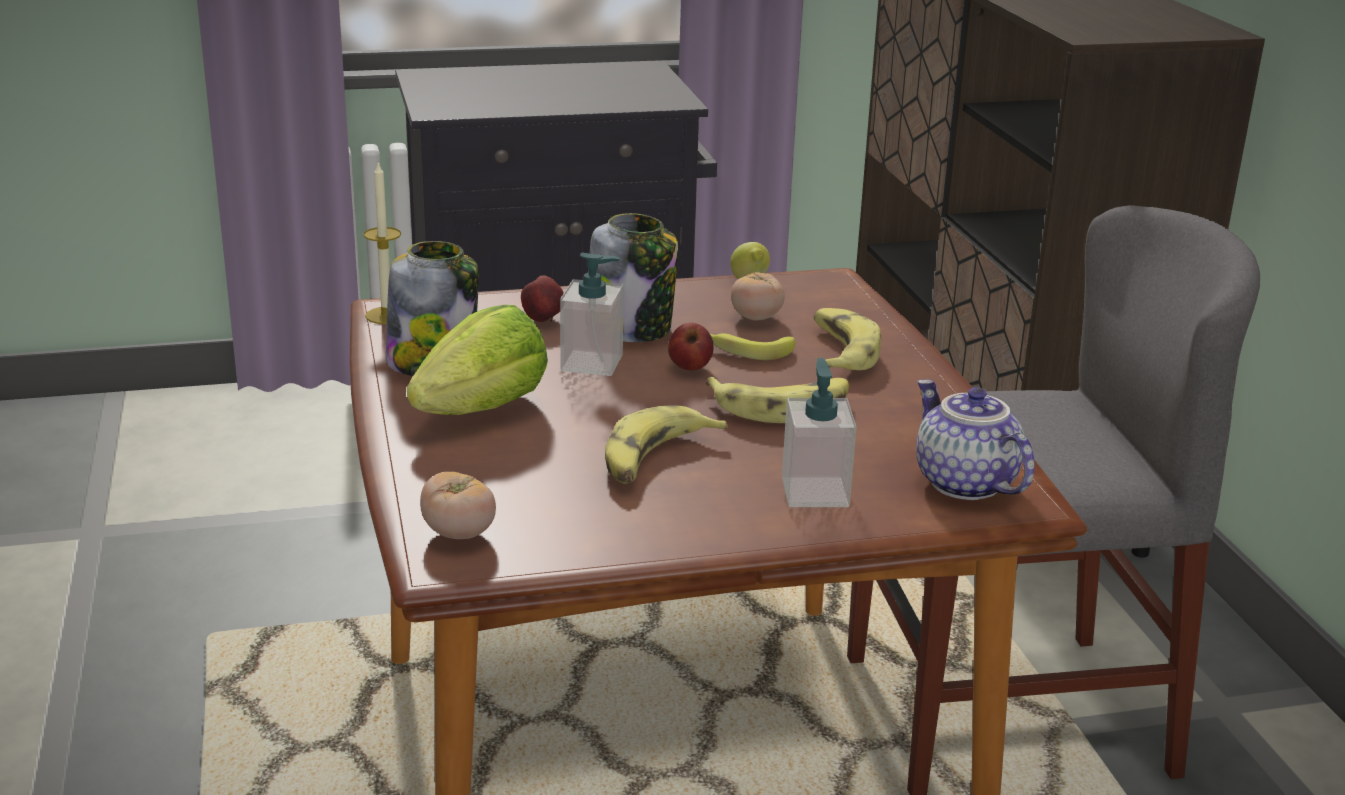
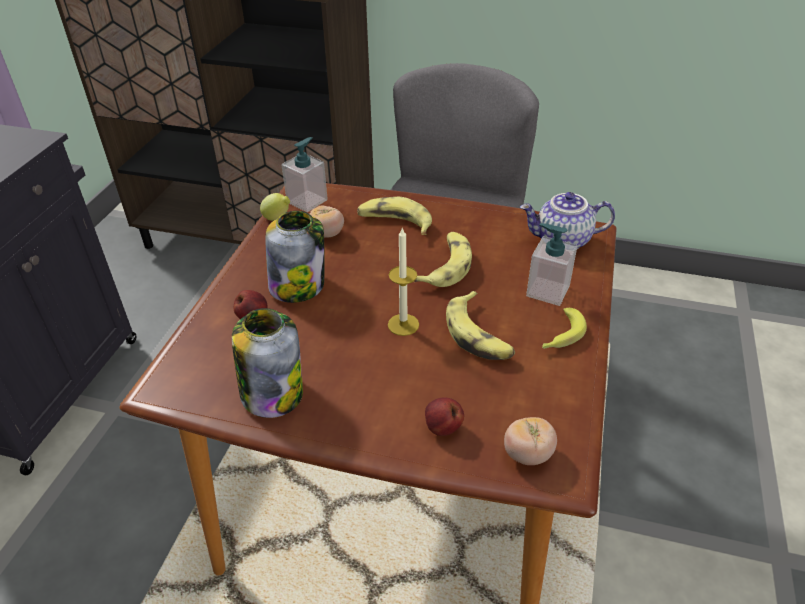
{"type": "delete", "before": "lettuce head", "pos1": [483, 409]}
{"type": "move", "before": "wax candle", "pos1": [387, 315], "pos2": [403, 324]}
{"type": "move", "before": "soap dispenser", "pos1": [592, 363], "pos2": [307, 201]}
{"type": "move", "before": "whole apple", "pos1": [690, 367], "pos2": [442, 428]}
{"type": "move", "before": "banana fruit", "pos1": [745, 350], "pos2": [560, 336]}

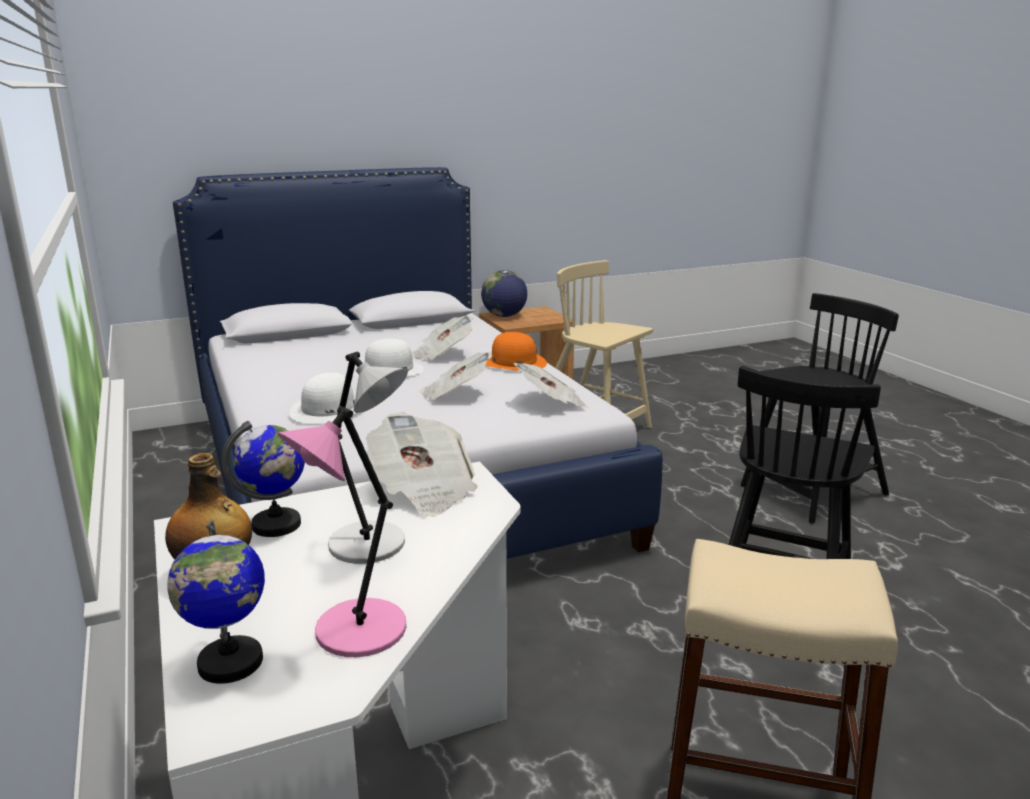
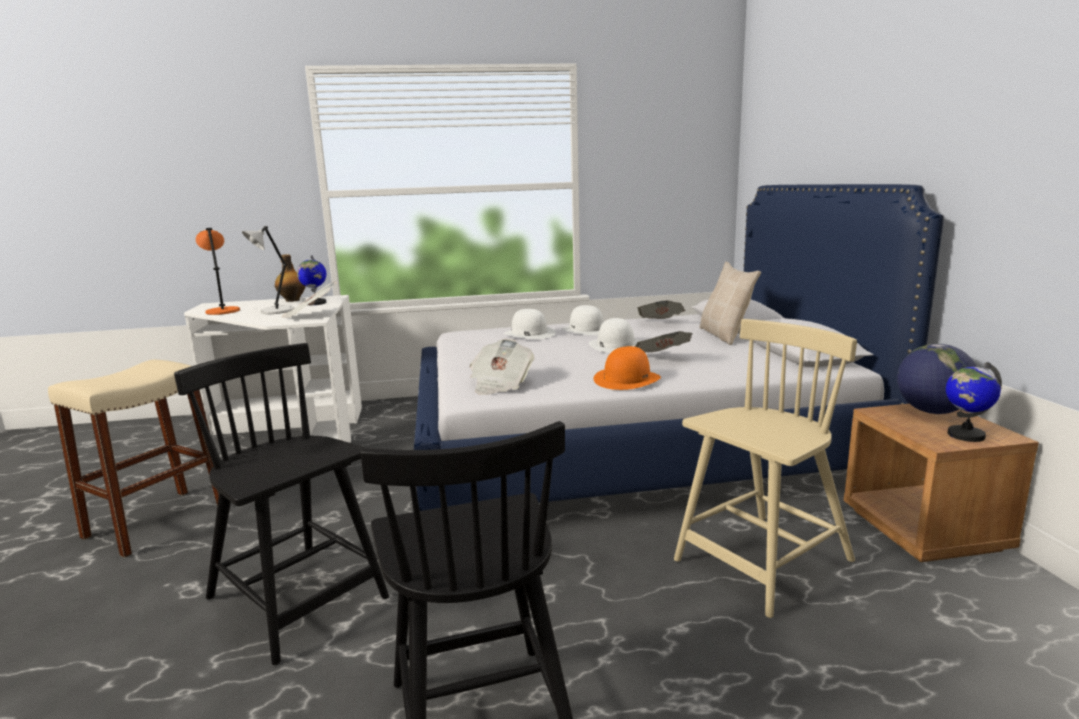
{"type": "insert", "after": "white-coloured wearable hat", "pos2": [587, 329]}
{"type": "insert", "after": "beige-coloured cushion", "pos2": [725, 335]}
{"type": "move", "before": "world globe", "pos1": [229, 663], "pos2": [965, 435]}
{"type": "move", "before": "newspaper", "pos1": [455, 394], "pos2": [660, 323]}
{"type": "recolor", "before": "pinkish lamp for a table", "after": "orange-coloured lamp for a table", "pos1": [356, 632], "pos2": [222, 311]}

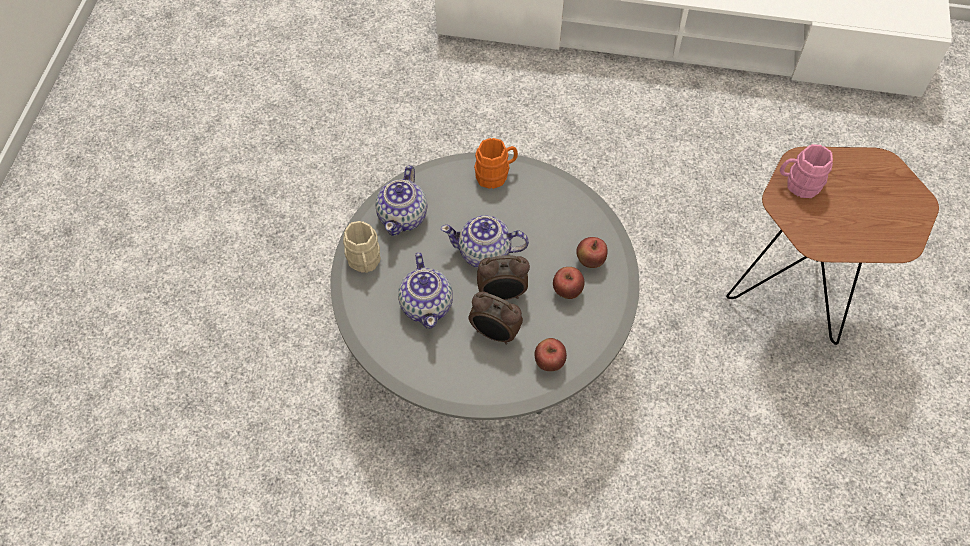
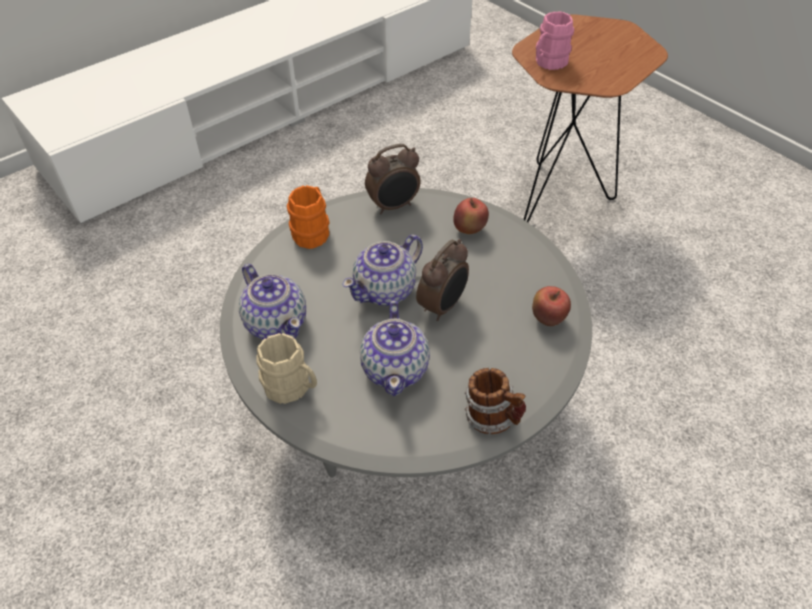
{"type": "delete", "before": "whole apple", "pos1": [567, 291]}
{"type": "insert", "after": "mug", "pos2": [492, 418]}
{"type": "move", "before": "bedside clock", "pos1": [495, 334], "pos2": [394, 206]}
{"type": "rotate", "before": "tea pot", "pos1": [427, 304], "pos2": [395, 368], "turn": 60}

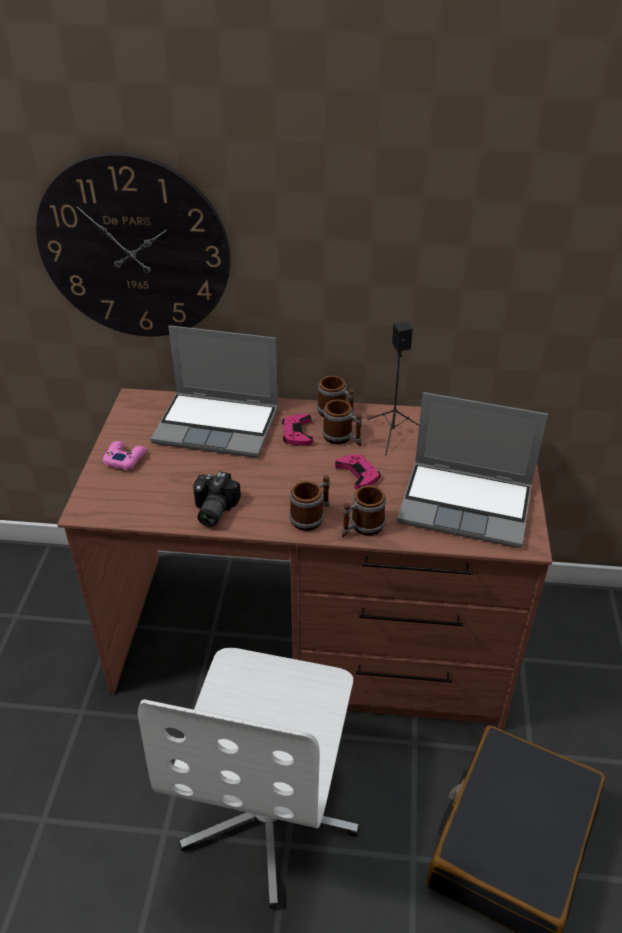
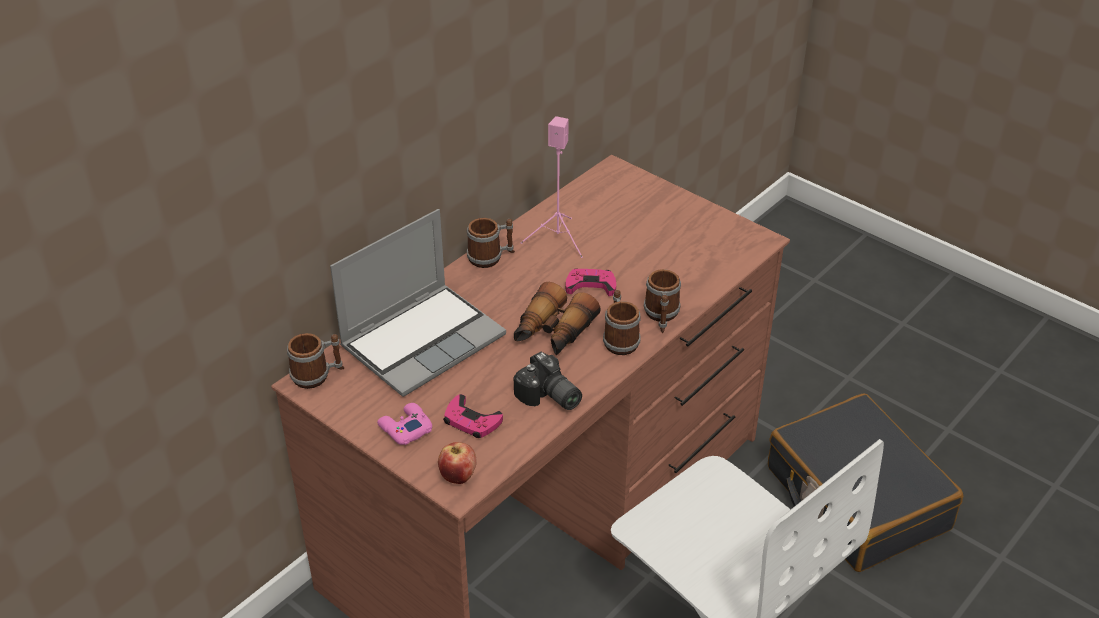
{"type": "delete", "before": "hanging clock", "pos1": [134, 249]}
{"type": "delete", "before": "notebook computer", "pos1": [467, 504]}
{"type": "insert", "after": "whole apple", "pos2": [458, 476]}
{"type": "insert", "after": "field glasses", "pos2": [553, 332]}
{"type": "move", "before": "pinkish joypad", "pos1": [297, 433], "pos2": [471, 421]}
{"type": "move", "before": "mug", "pos1": [342, 438], "pos2": [317, 375]}
{"type": "recolor", "before": "blackish speaker", "after": "pinkish speaker", "pos1": [393, 434], "pos2": [558, 239]}

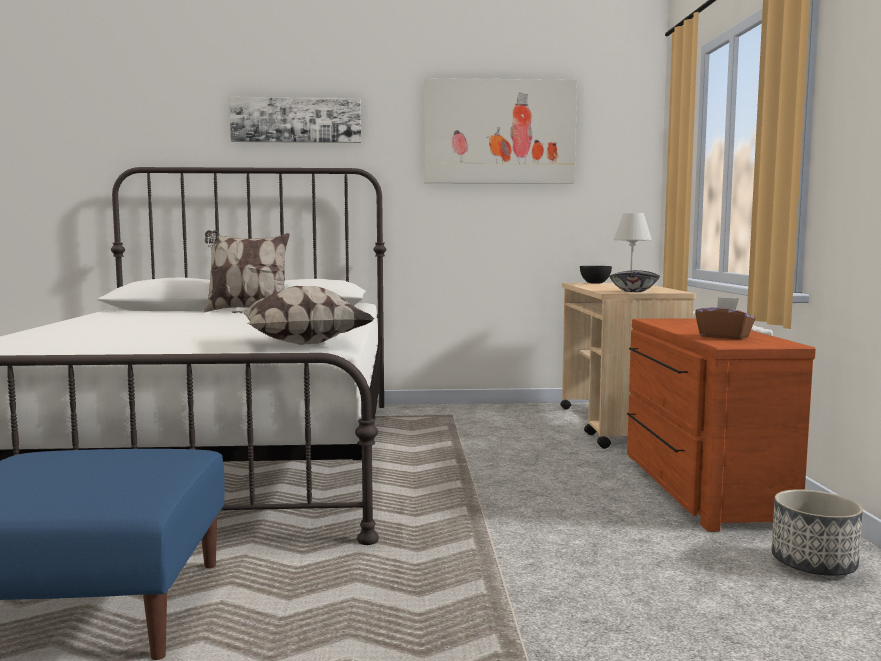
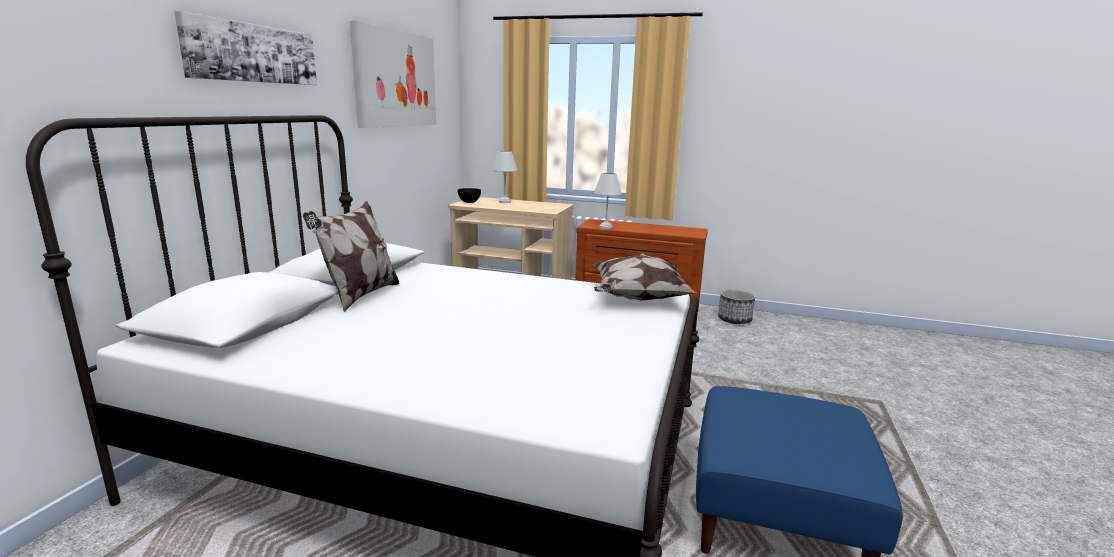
{"type": "delete", "before": "deep dish", "pos1": [633, 291]}
{"type": "delete", "before": "brown-coloured tissue holder", "pos1": [724, 337]}
{"type": "insert", "after": "white-coloured lamp for a table", "pos2": [605, 227]}

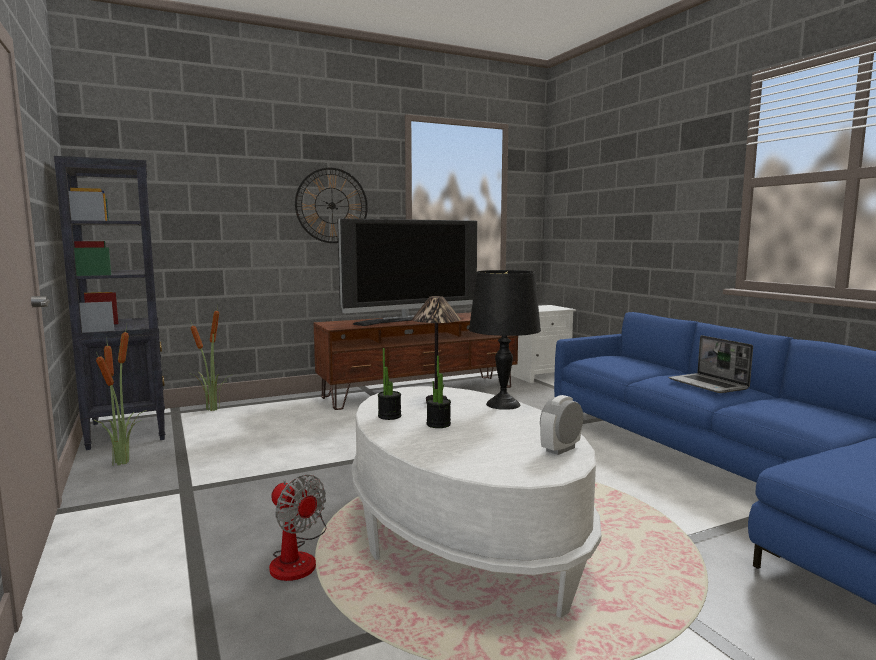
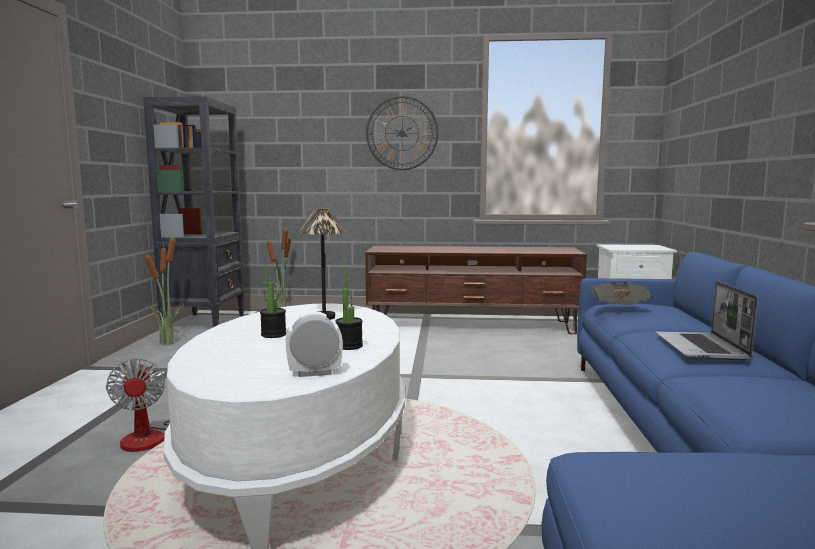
{"type": "delete", "before": "TV set", "pos1": [408, 320]}
{"type": "delete", "before": "blackish lamp for a table", "pos1": [503, 404]}
{"type": "insert", "after": "newspaper", "pos2": [620, 310]}
{"type": "move", "before": "plant in a pot", "pos1": [389, 416], "pos2": [349, 346]}

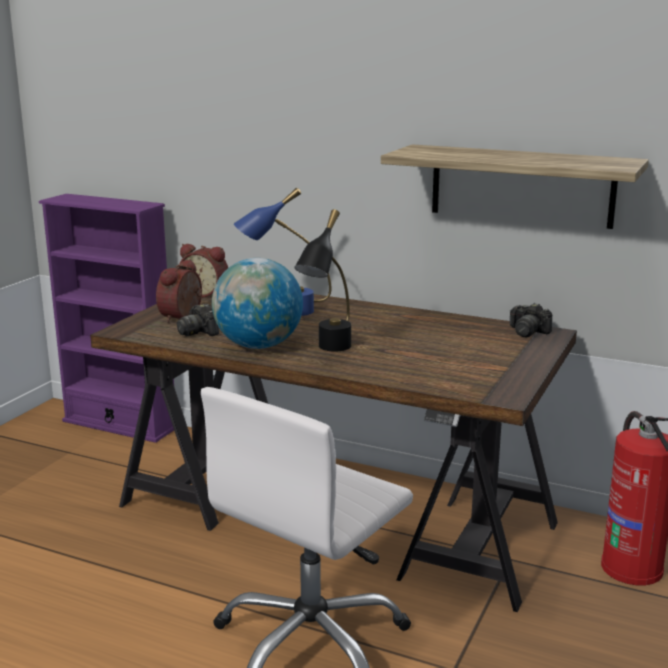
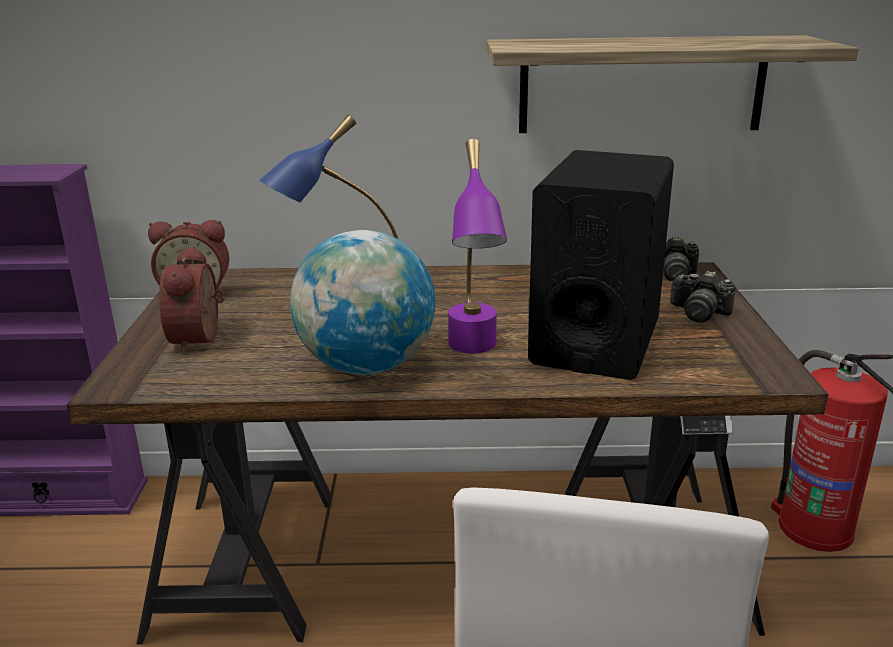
{"type": "insert", "after": "blackish speaker", "pos2": [595, 341]}
{"type": "move", "before": "still camera", "pos1": [198, 332], "pos2": [699, 313]}
{"type": "recolor", "before": "blackish lamp for a table", "after": "purple-coloured lamp for a table", "pos1": [328, 351], "pos2": [474, 353]}

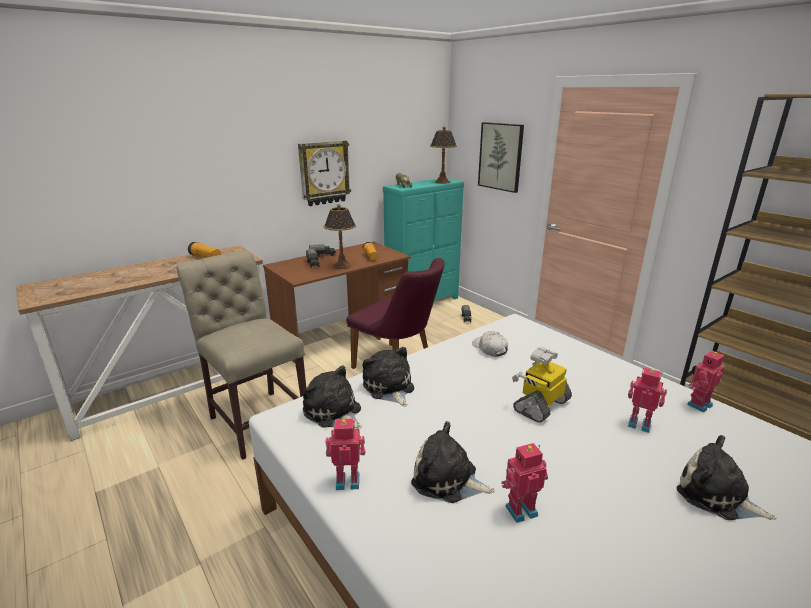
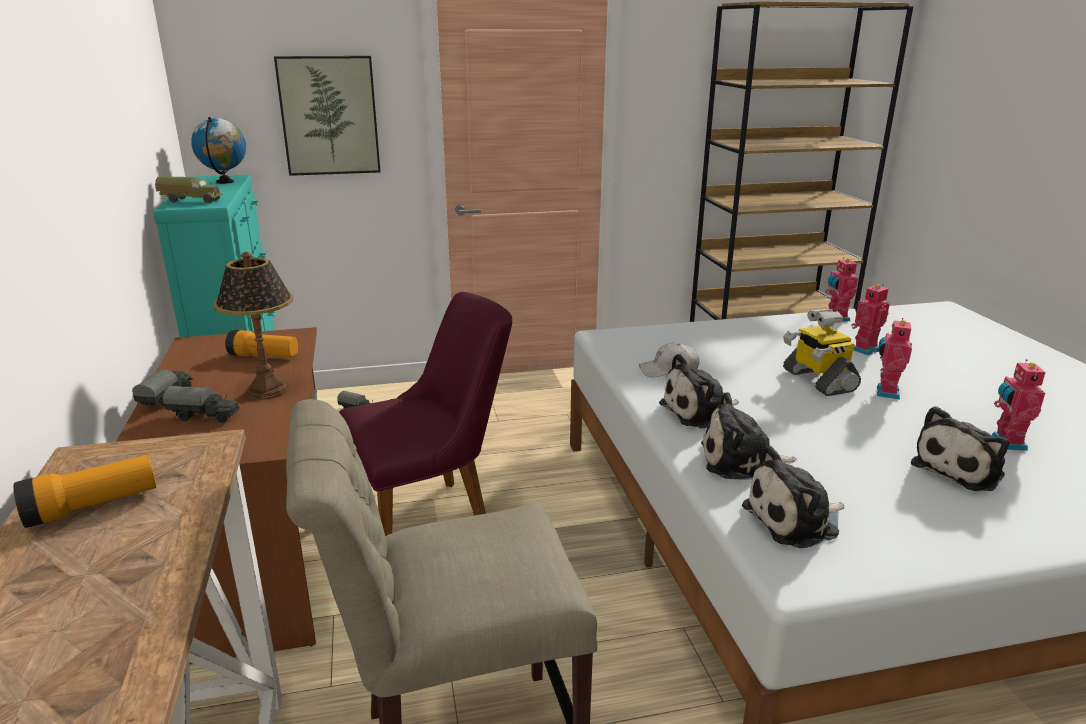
{"type": "delete", "before": "hanging clock", "pos1": [324, 173]}
{"type": "move", "before": "model robot", "pos1": [347, 480], "pos2": [885, 392]}
{"type": "move", "before": "cuddly toy", "pos1": [717, 495], "pos2": [699, 412]}
{"type": "replace", "before": "lamp for a table", "after": "world globe", "pos1": [442, 182], "pos2": [225, 182]}

